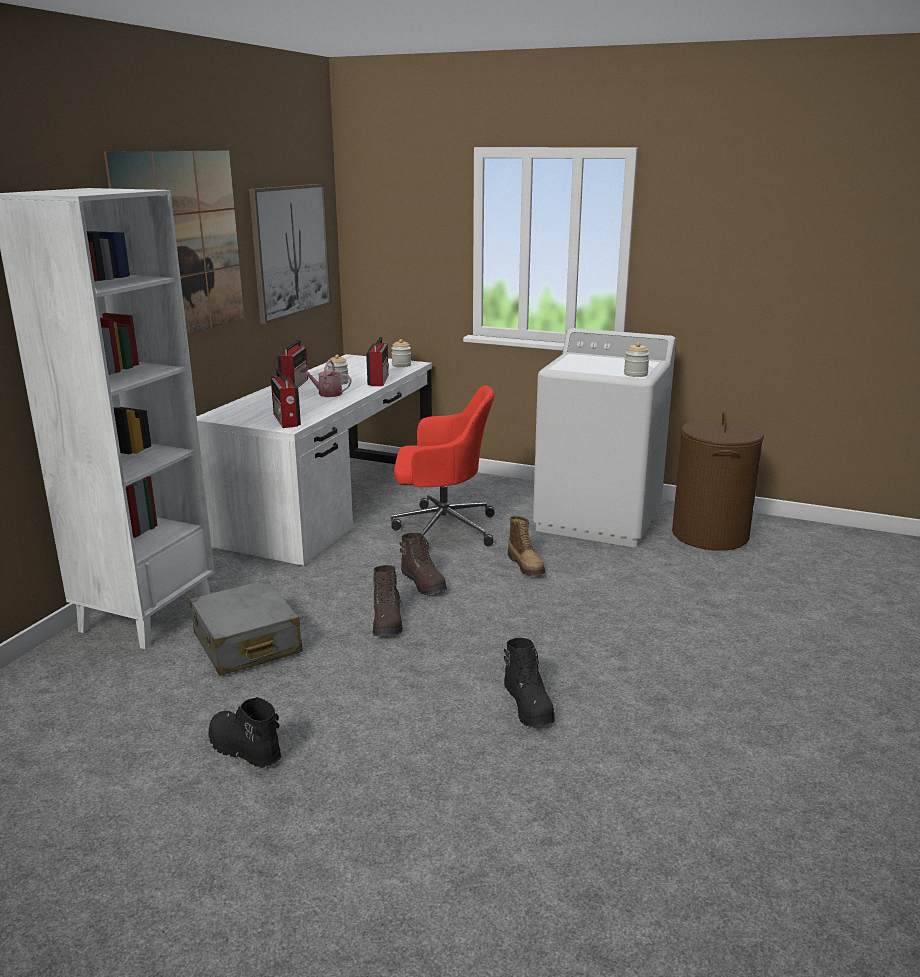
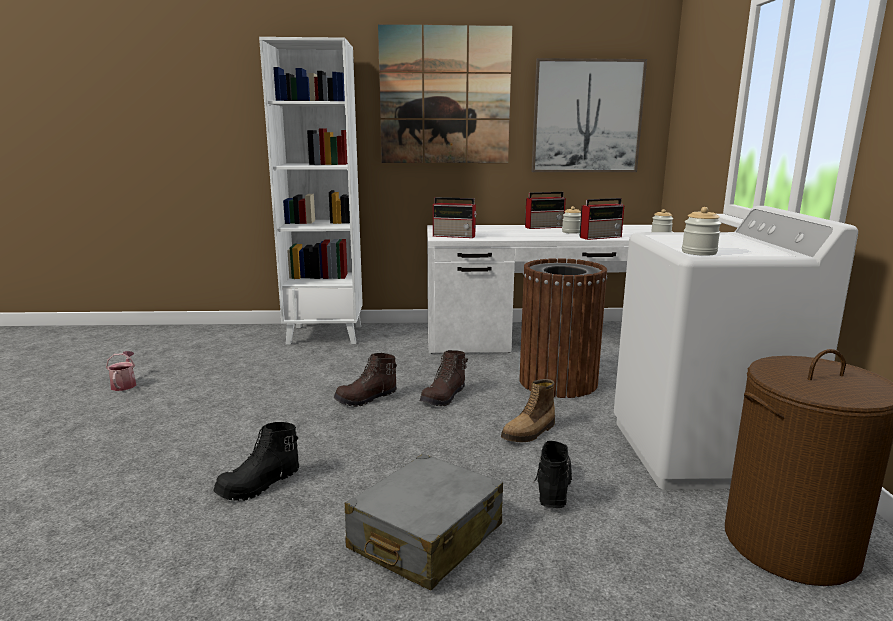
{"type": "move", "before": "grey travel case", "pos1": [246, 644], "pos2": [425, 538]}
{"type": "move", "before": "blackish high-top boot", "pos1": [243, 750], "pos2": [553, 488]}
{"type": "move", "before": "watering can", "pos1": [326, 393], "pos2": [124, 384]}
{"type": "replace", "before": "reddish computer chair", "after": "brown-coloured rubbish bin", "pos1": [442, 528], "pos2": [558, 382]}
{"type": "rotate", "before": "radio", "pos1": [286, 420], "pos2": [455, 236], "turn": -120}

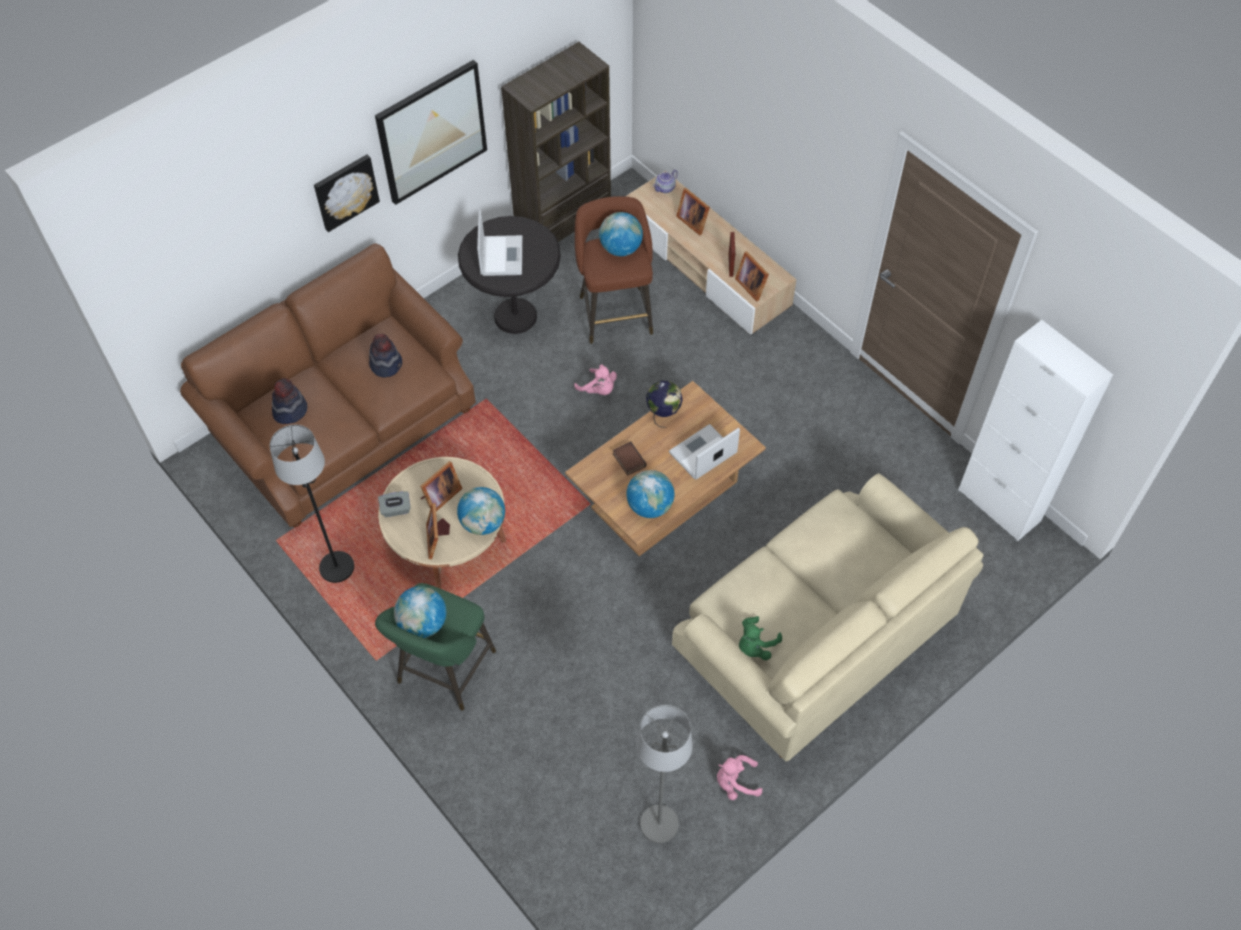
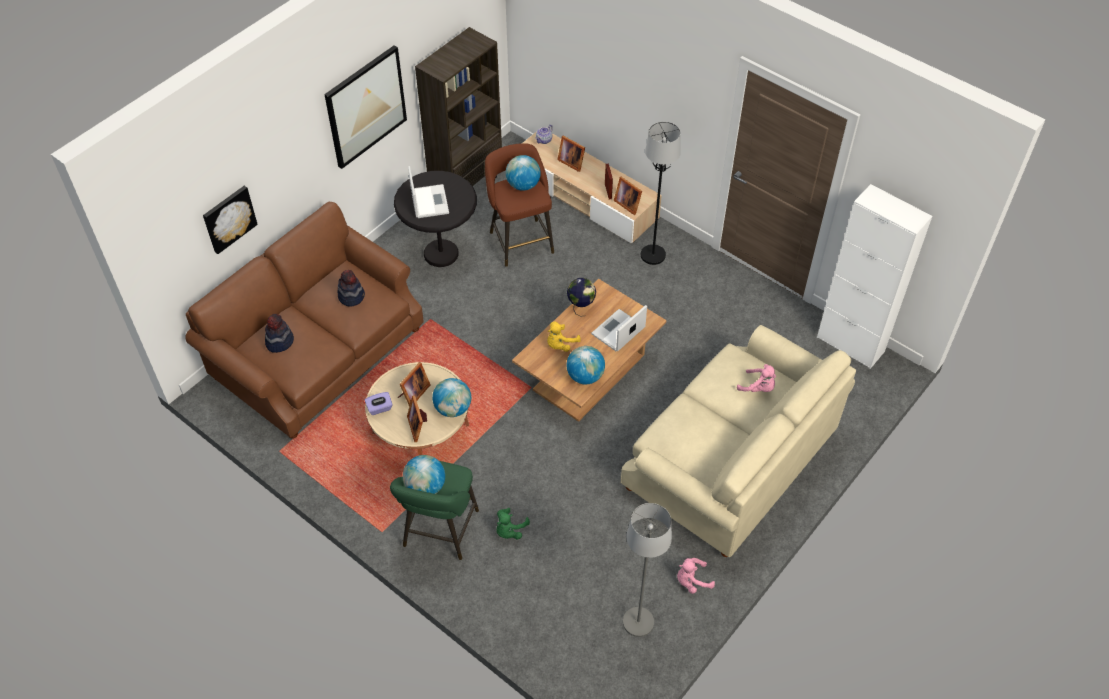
{"type": "move", "before": "blackish standing lamp", "pos1": [336, 567], "pos2": [652, 255]}
{"type": "move", "before": "wall picture", "pos1": [345, 191], "pos2": [228, 218]}
{"type": "move", "before": "pinkish cuddly toy", "pos1": [598, 390], "pos2": [758, 388]}
{"type": "move", "before": "greenish cuddly toy", "pos1": [755, 646], "pos2": [509, 530]}
{"type": "replace", "before": "volume", "after": "yellow cuddly toy", "pos1": [628, 460], "pos2": [560, 344]}
{"type": "recolor", "before": "grey tissue holder", "after": "purple-coloured tissue holder", "pos1": [396, 509], "pos2": [379, 408]}

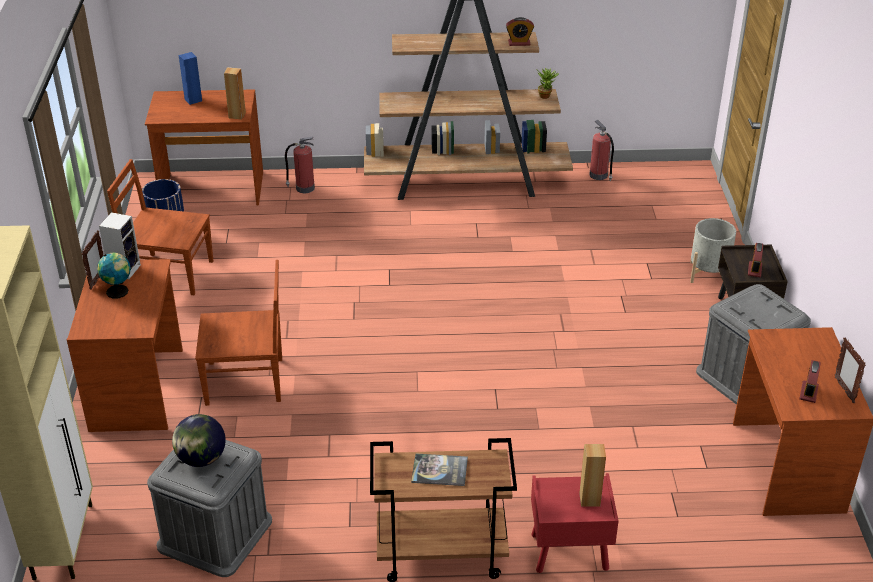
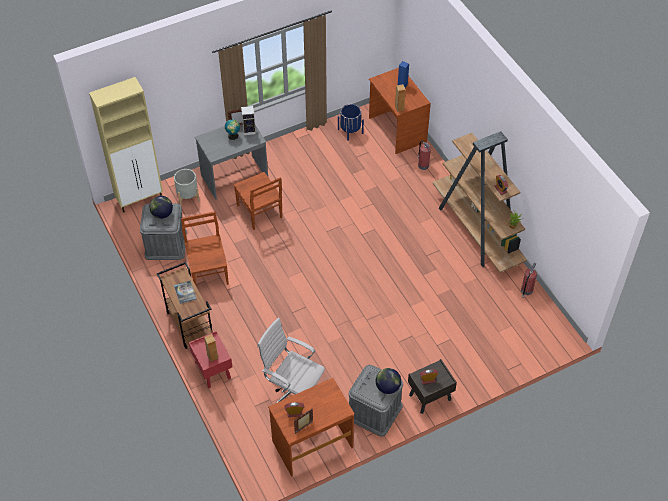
{"type": "insert", "after": "white-coloured computer chair", "pos2": [293, 392]}
{"type": "insert", "after": "world globe", "pos2": [387, 387]}
{"type": "move", "before": "brown-coloured upright chair", "pos1": [170, 273], "pos2": [208, 271]}
{"type": "move", "before": "grey flower pot", "pos1": [708, 273], "pos2": [188, 196]}
{"type": "recolor", "before": "brown-coloured desk table", "after": "grey desk table", "pos1": [138, 389], "pos2": [234, 178]}

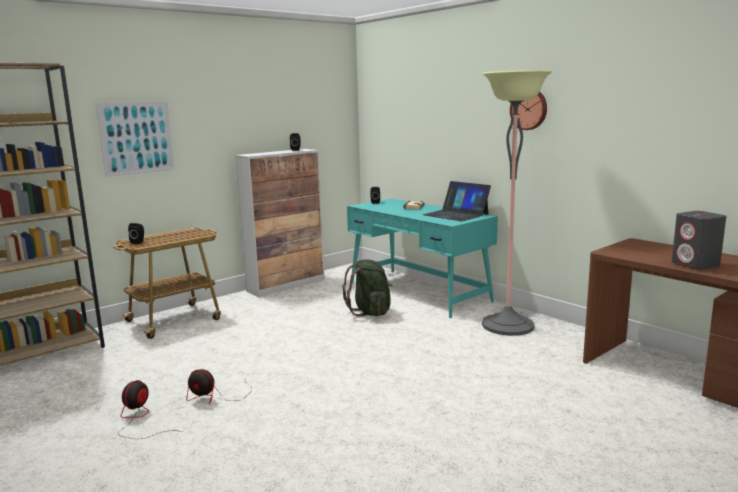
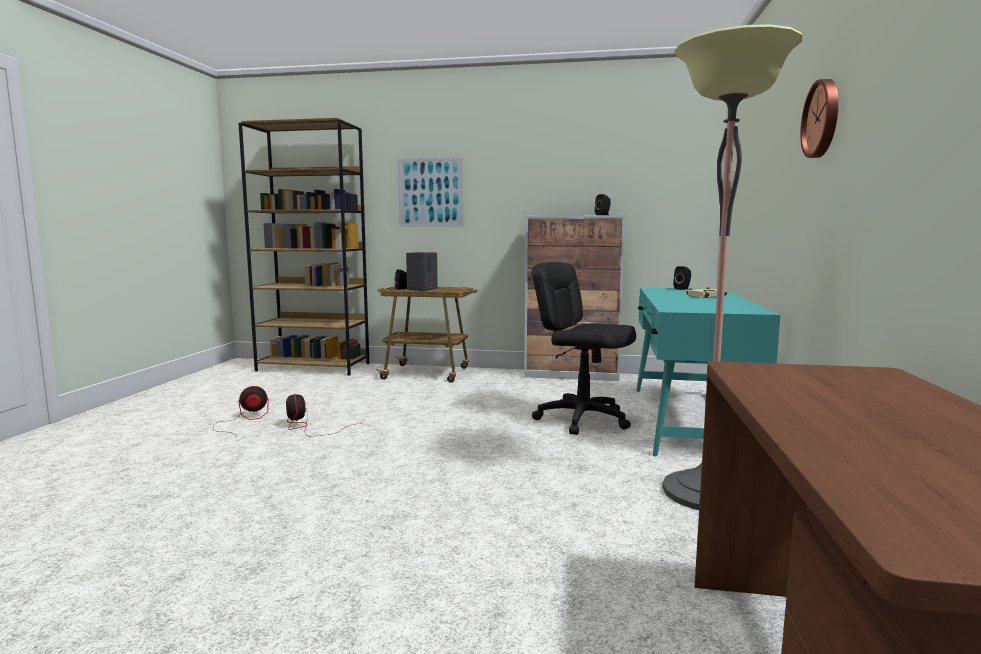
{"type": "delete", "before": "notebook computer", "pos1": [456, 214]}
{"type": "move", "before": "grey speaker", "pos1": [695, 265], "pos2": [422, 289]}
{"type": "replace", "before": "greenish knapsack", "after": "blackish computer chair", "pos1": [370, 312], "pos2": [582, 419]}

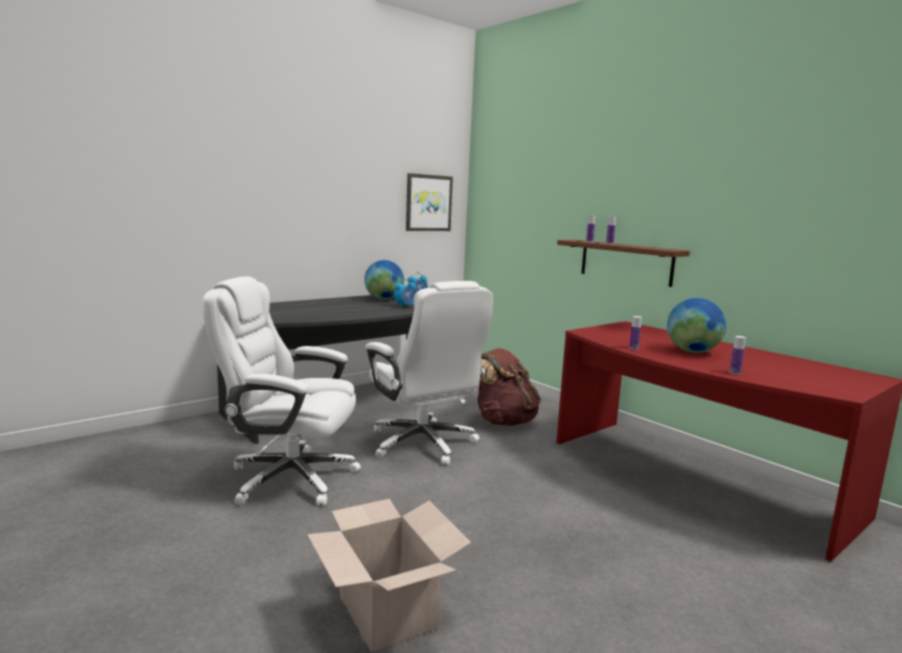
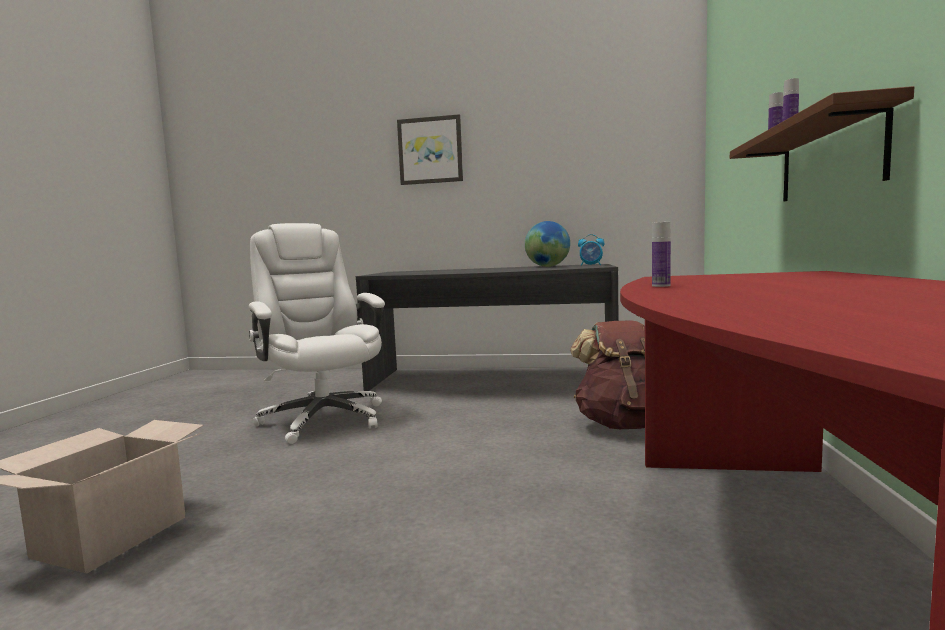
{"type": "delete", "before": "white-coloured computer chair", "pos1": [423, 444]}
{"type": "delete", "before": "bedside clock", "pos1": [405, 306]}
{"type": "delete", "before": "world globe", "pos1": [692, 352]}
{"type": "delete", "before": "drink bottle", "pos1": [735, 372]}
{"type": "move", "before": "wall picture", "pos1": [428, 203], "pos2": [430, 150]}

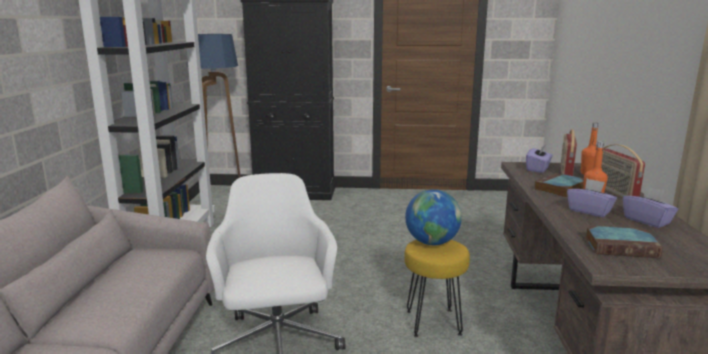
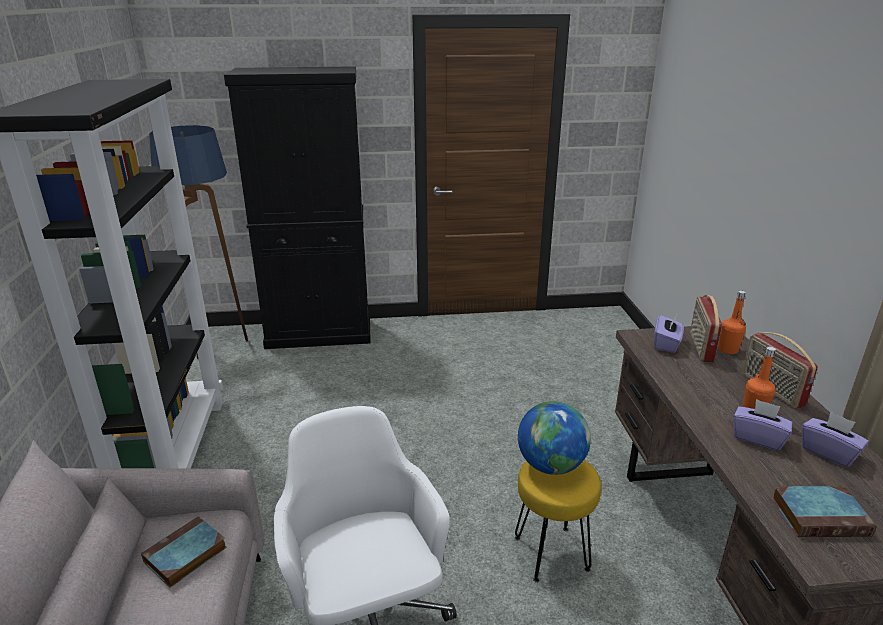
{"type": "move", "before": "volume", "pos1": [560, 189], "pos2": [184, 556]}

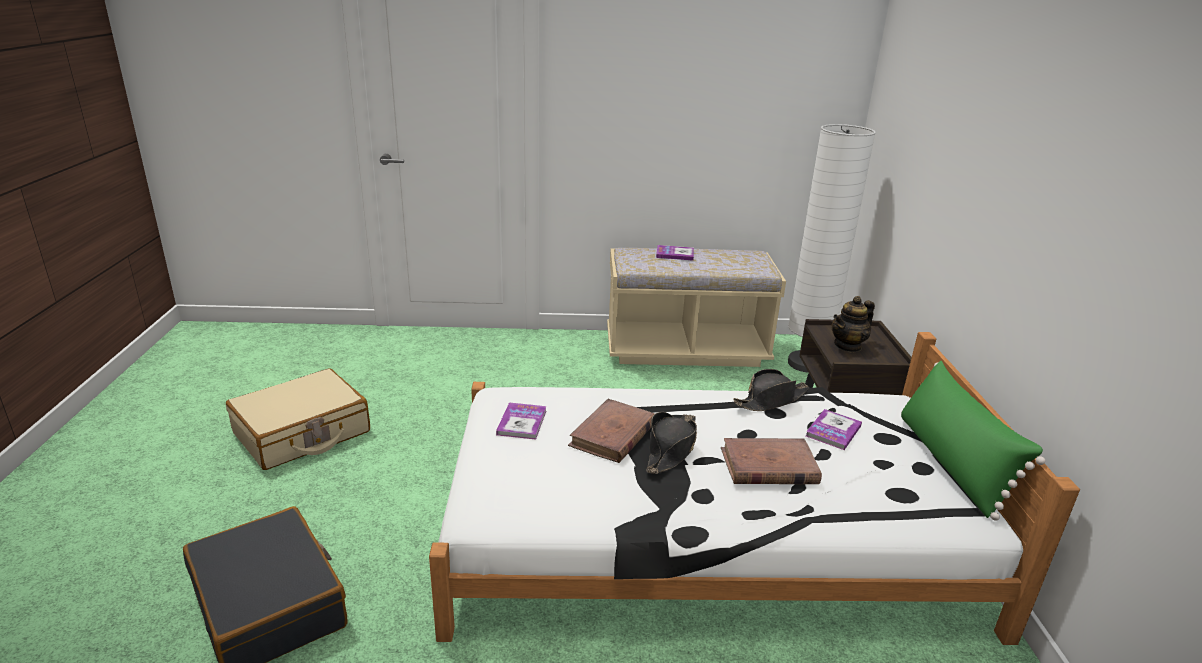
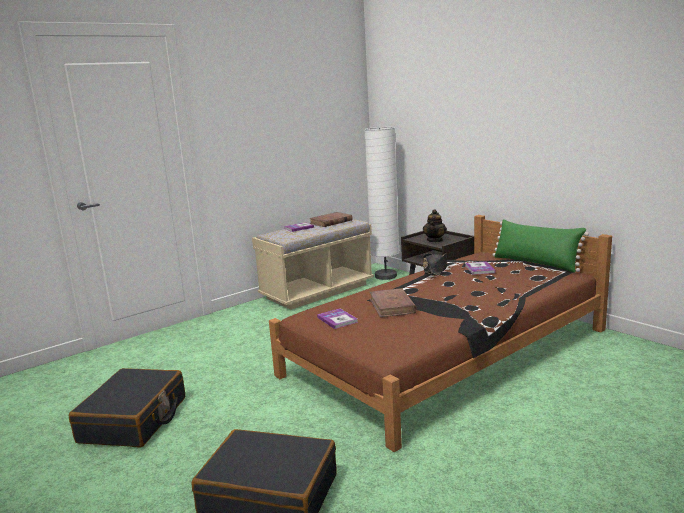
{"type": "delete", "before": "blackish wearable hat", "pos1": [671, 449]}
{"type": "move", "before": "brown-coloured volume", "pos1": [768, 466], "pos2": [330, 222]}
{"type": "recolor", "before": "beige-coloured travel case", "after": "blackish travel case", "pos1": [302, 433], "pos2": [134, 420]}
{"type": "recolor", "before": "white-coloured bedroom bed", "after": "brown-coloured bedroom bed", "pos1": [707, 534], "pos2": [447, 352]}

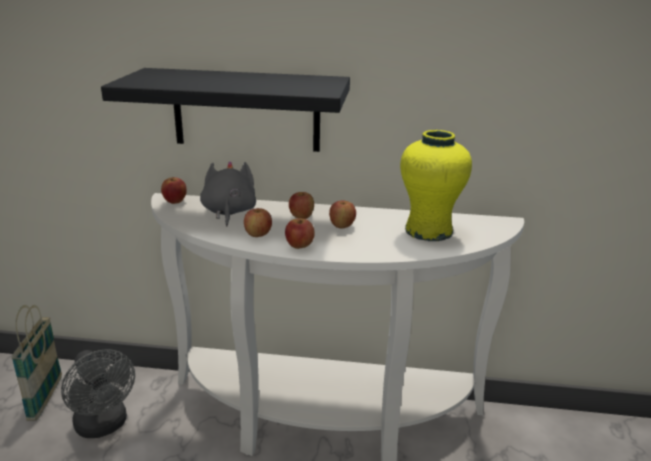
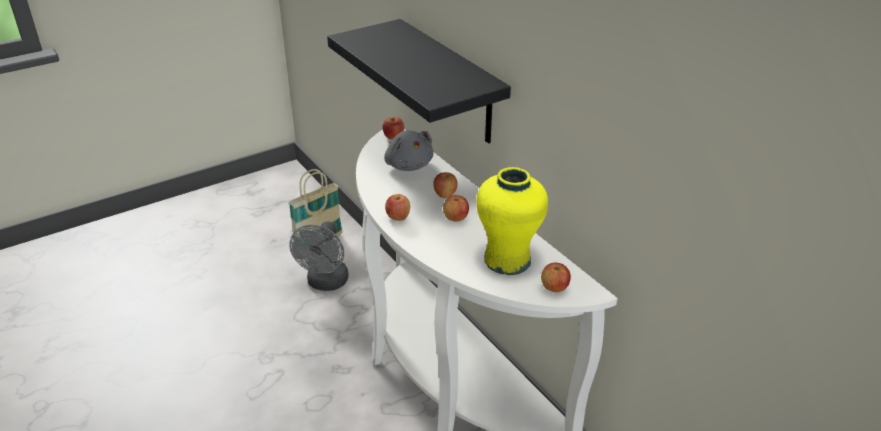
{"type": "move", "before": "whole apple", "pos1": [258, 235], "pos2": [554, 288]}
{"type": "rotate", "before": "grey cuddly toy", "pos1": [228, 212], "pos2": [408, 164], "turn": 105}

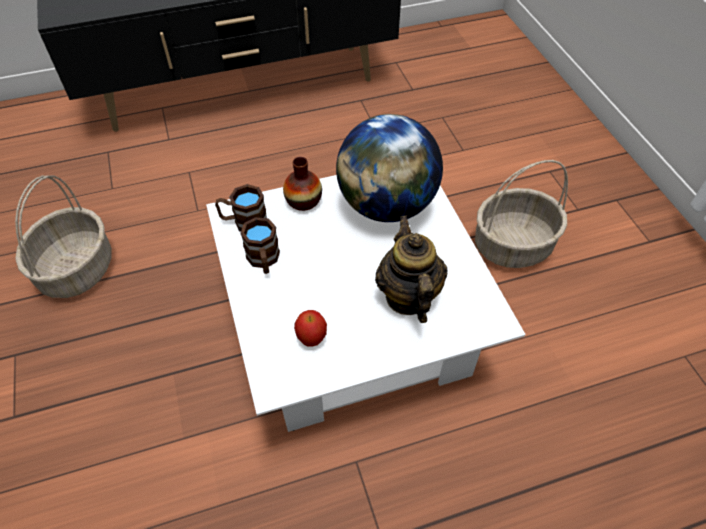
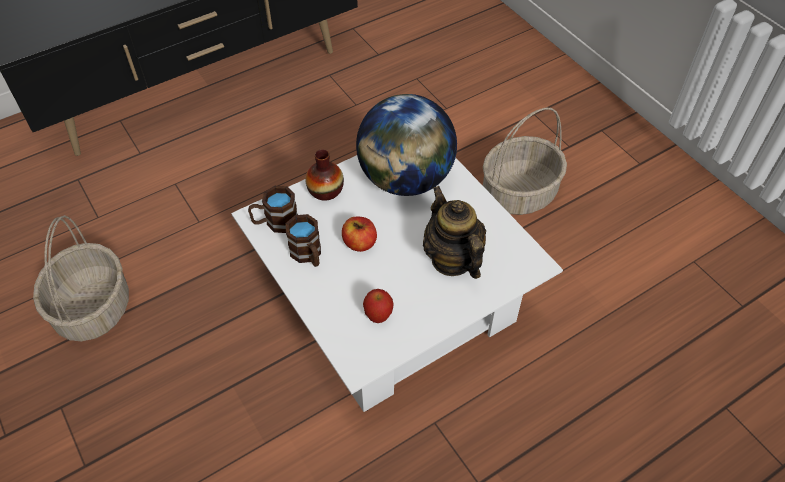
{"type": "insert", "after": "whole apple", "pos2": [360, 243]}

